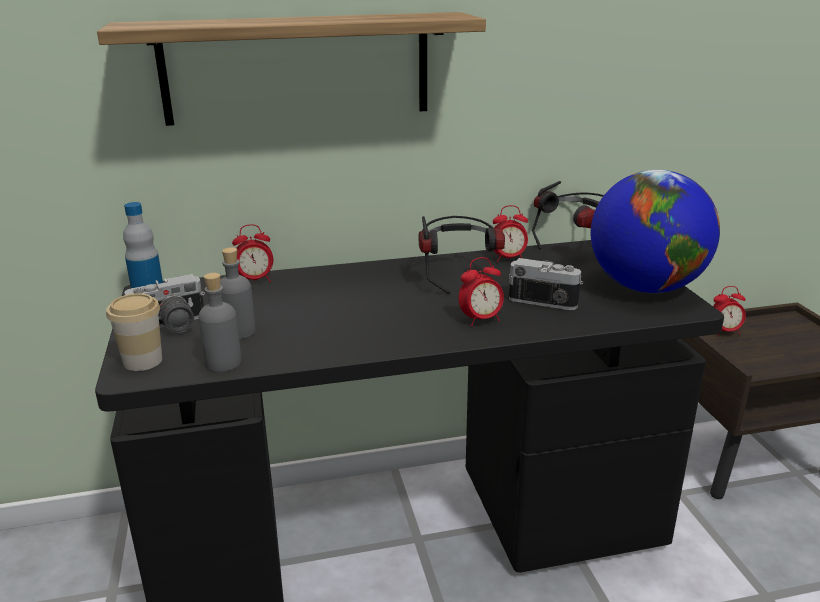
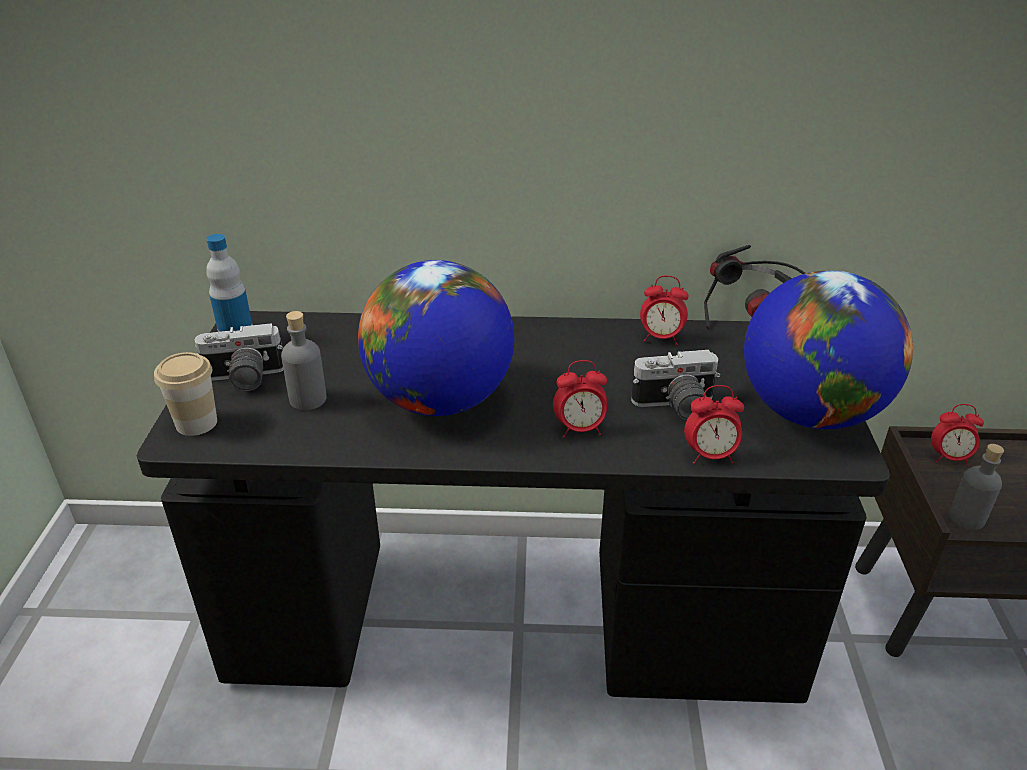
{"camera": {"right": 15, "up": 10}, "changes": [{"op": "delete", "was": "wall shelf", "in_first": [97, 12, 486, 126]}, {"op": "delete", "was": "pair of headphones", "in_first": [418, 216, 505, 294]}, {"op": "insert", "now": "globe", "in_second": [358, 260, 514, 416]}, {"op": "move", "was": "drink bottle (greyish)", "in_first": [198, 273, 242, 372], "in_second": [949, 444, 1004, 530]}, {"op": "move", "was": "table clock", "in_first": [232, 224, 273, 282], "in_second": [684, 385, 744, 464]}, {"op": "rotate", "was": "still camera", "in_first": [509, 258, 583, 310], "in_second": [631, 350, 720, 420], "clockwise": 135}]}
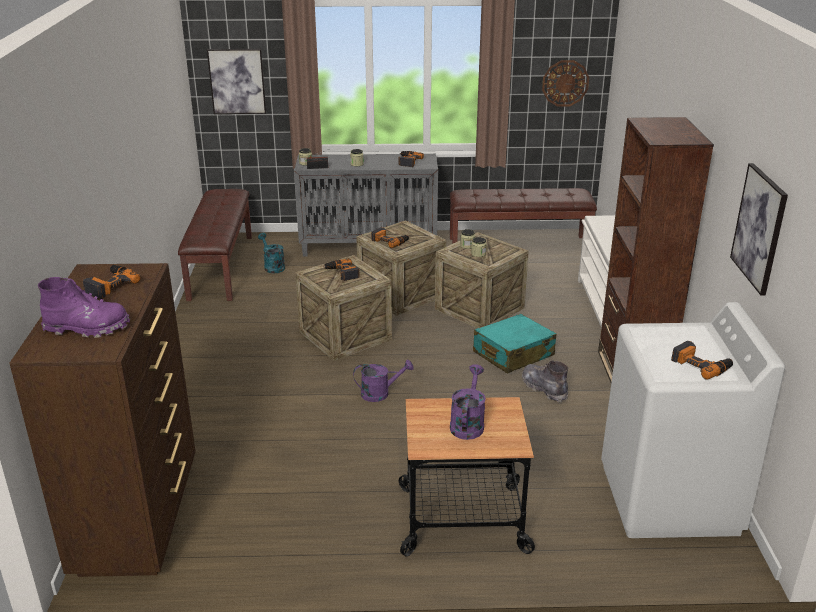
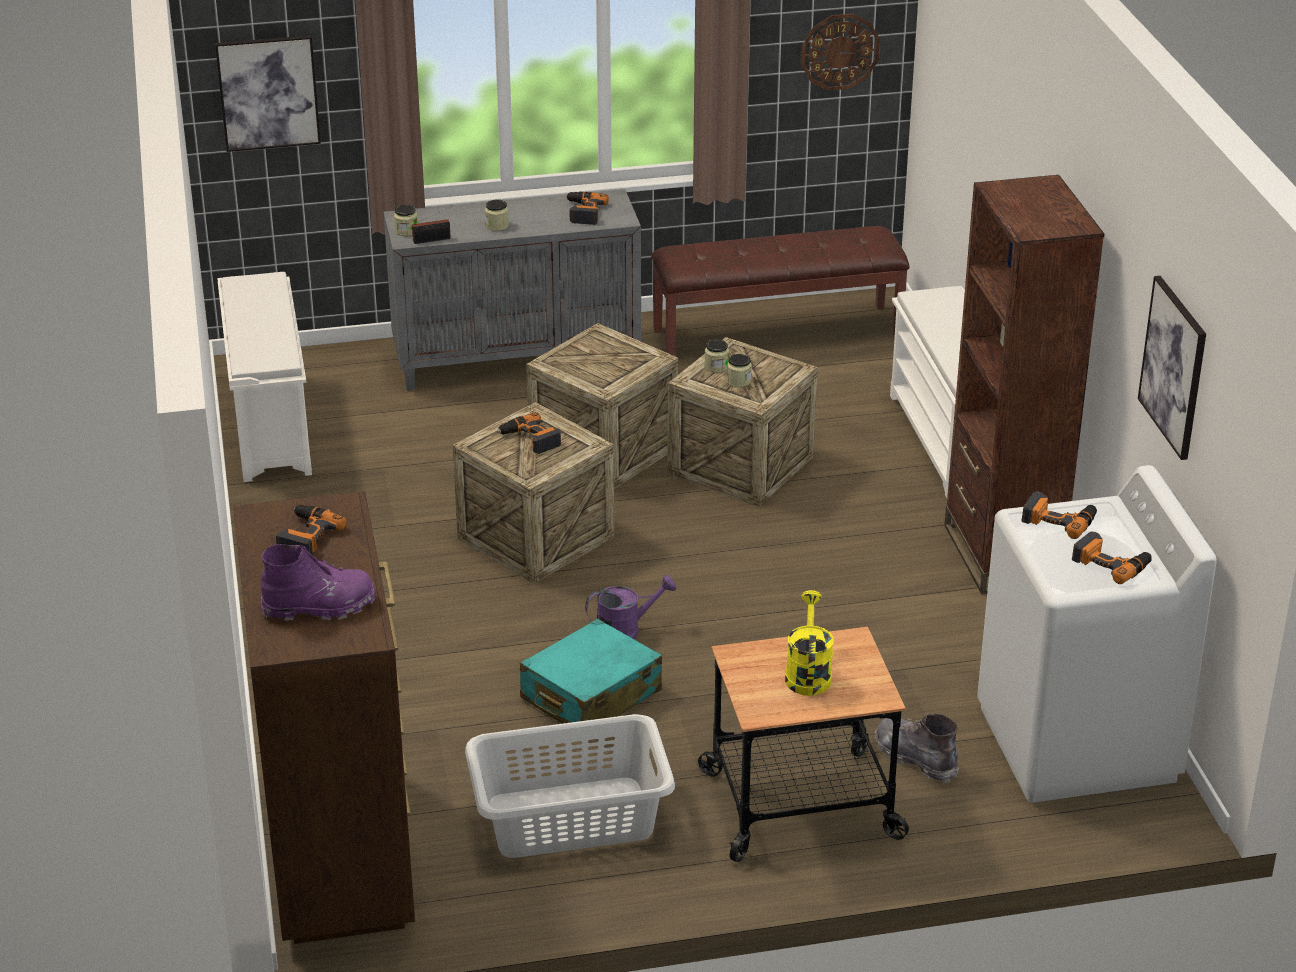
{"camera": {"right": -10, "up": 5}, "changes": [{"op": "delete", "was": "watering can (turquoise)", "in_first": [258, 233, 285, 273]}, {"op": "insert", "now": "washing basket (greyish)", "in_second": [465, 714, 675, 858]}, {"op": "move", "was": "drill", "in_first": [371, 227, 409, 248], "in_second": [1021, 492, 1097, 539]}, {"op": "move", "was": "piece of luggage (turquoise)", "in_first": [473, 314, 556, 373], "in_second": [520, 619, 662, 724]}, {"op": "move", "was": "boot (greyish)", "in_first": [522, 360, 568, 403], "in_second": [874, 713, 959, 783]}, {"op": "replace", "was": "long seat (brown)", "now": "shoe stand (white)", "in_first": [178, 189, 252, 301], "in_second": [217, 272, 312, 482]}, {"op": "recolor", "was": "watering can (purple-coloured)", "now": "watering can (yellowish)", "in_first": [450, 364, 486, 440], "in_second": [785, 590, 834, 696]}]}
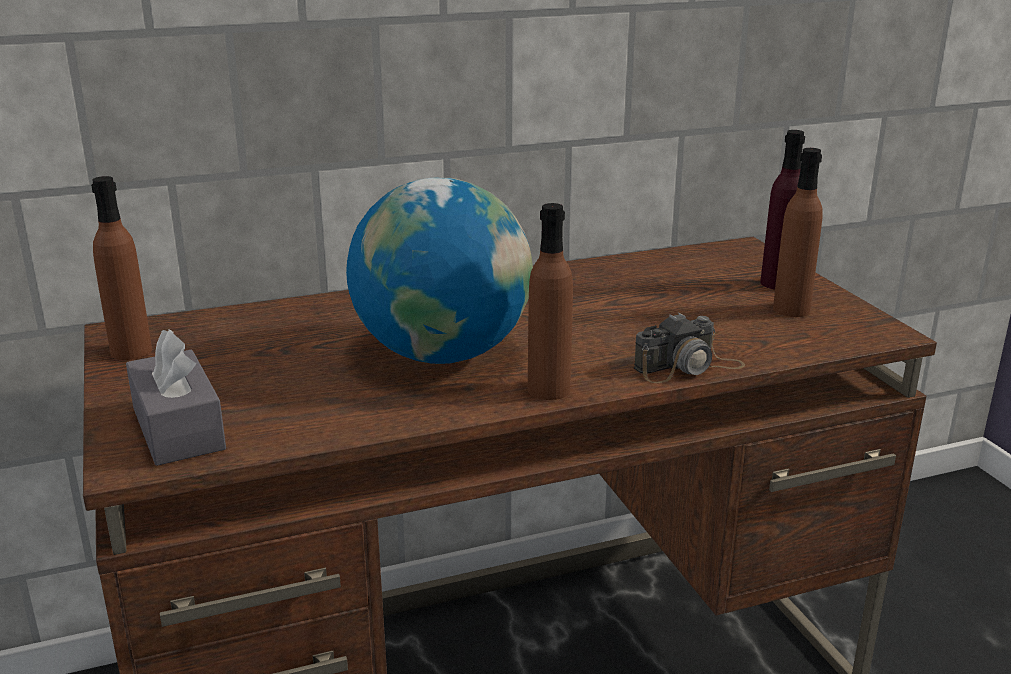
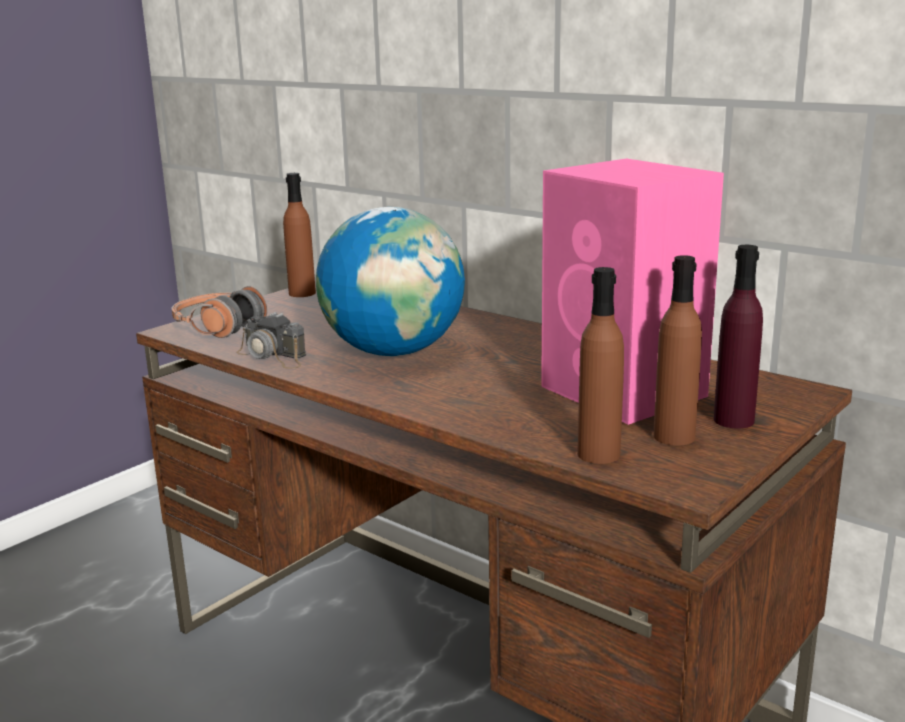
{"camera": {"right": 60, "up": -5}, "changes": [{"op": "insert", "now": "loudspeaker (pink)", "in_second": [541, 159, 724, 425]}, {"op": "move", "was": "drink bottle (brown)", "in_first": [528, 203, 573, 400], "in_second": [577, 267, 624, 464]}, {"op": "move", "was": "still camera", "in_first": [634, 313, 745, 383], "in_second": [236, 312, 306, 369]}, {"op": "replace", "was": "box of tissues (greyish)", "now": "pair of headphones", "in_first": [126, 329, 226, 466], "in_second": [172, 286, 267, 338]}]}
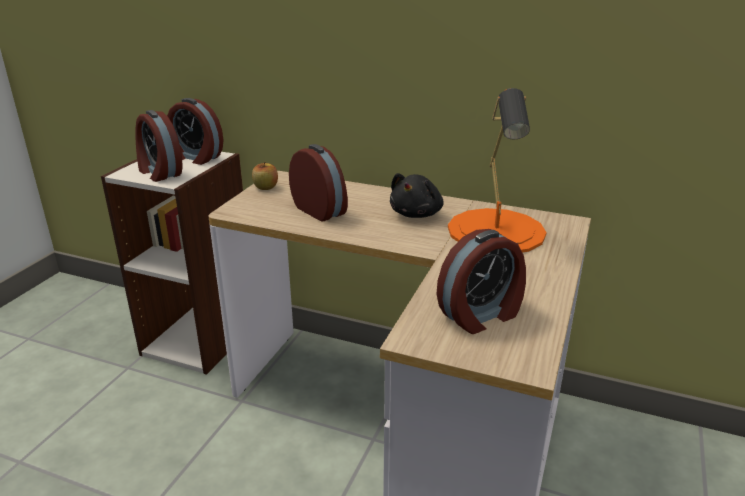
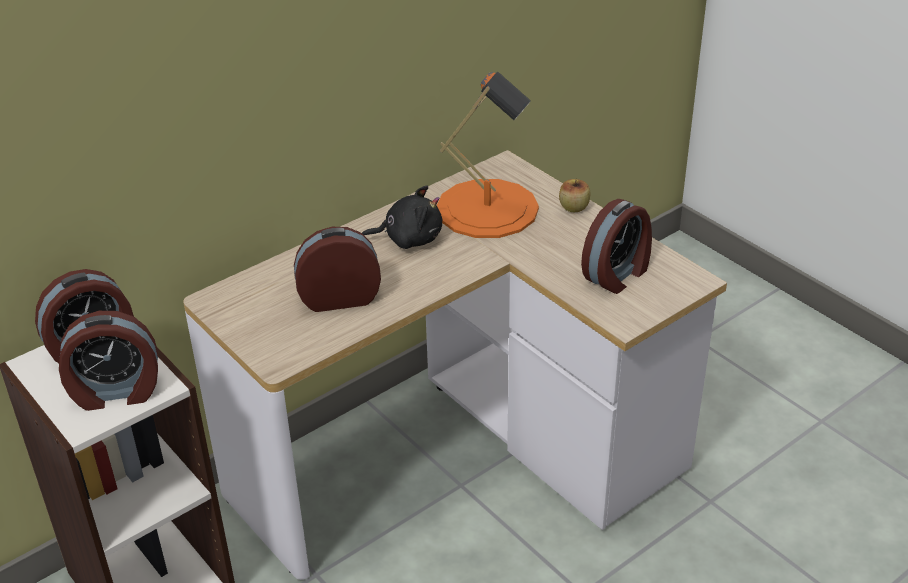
{"camera": {"right": -60, "up": 10}, "changes": [{"op": "move", "was": "apple fruit", "in_first": [252, 162, 278, 190], "in_second": [559, 178, 590, 212]}, {"op": "rotate", "was": "soft toy (black-coloured)", "in_first": [390, 173, 444, 218], "in_second": [362, 185, 442, 249], "clockwise": -60}, {"op": "rotate", "was": "table clock", "in_first": [437, 229, 526, 334], "in_second": [581, 199, 652, 294], "clockwise": 45}]}
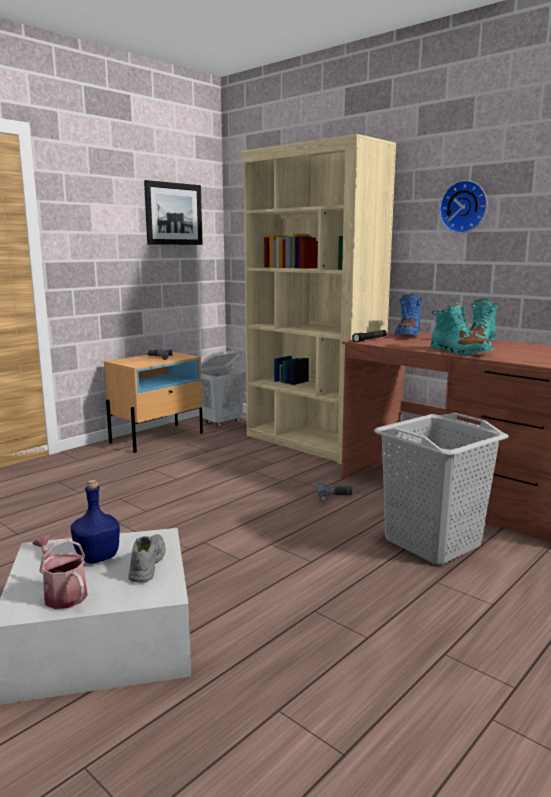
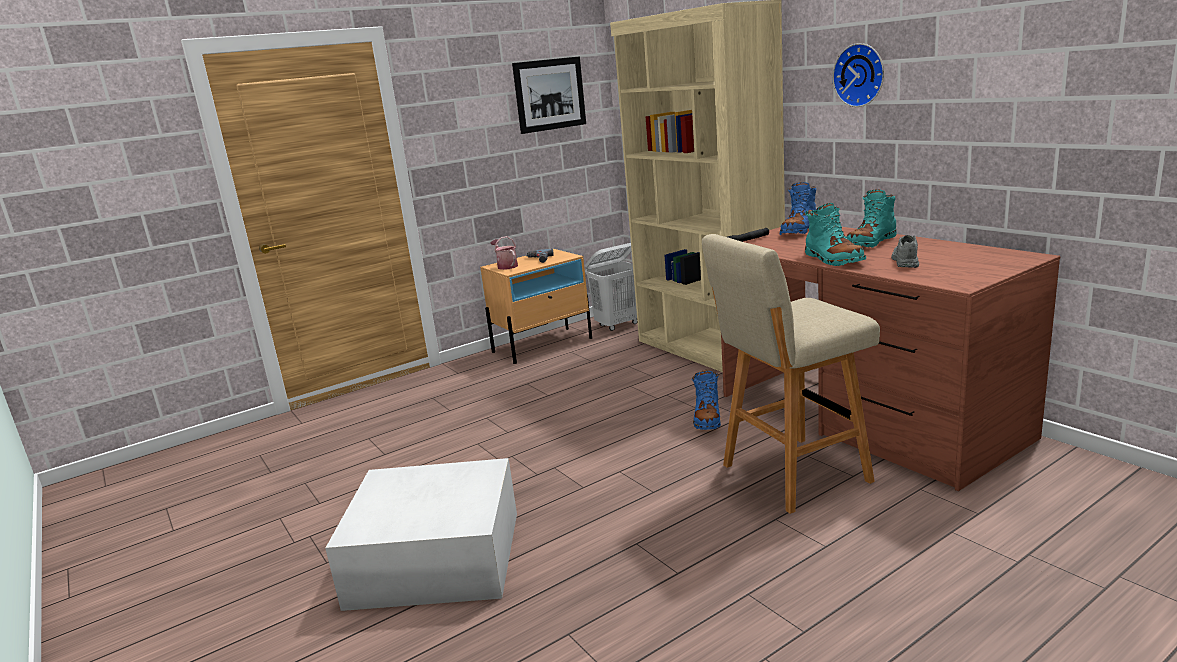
{"camera": {"right": 15, "up": 5}, "changes": [{"op": "delete", "was": "drink bottle (bluish)", "in_first": [71, 480, 120, 564]}, {"op": "move", "was": "watering can", "in_first": [32, 535, 88, 609], "in_second": [491, 236, 518, 270]}, {"op": "move", "was": "item of footwear (greyish)", "in_first": [128, 534, 166, 583], "in_second": [891, 235, 919, 268]}, {"op": "replace", "was": "drill", "now": "boot (bluish)", "in_first": [317, 483, 352, 502], "in_second": [692, 369, 721, 430]}, {"op": "replace", "was": "washing basket (greyish)", "now": "sitting stool (beige-coloured)", "in_first": [373, 413, 509, 565], "in_second": [702, 234, 880, 514]}]}
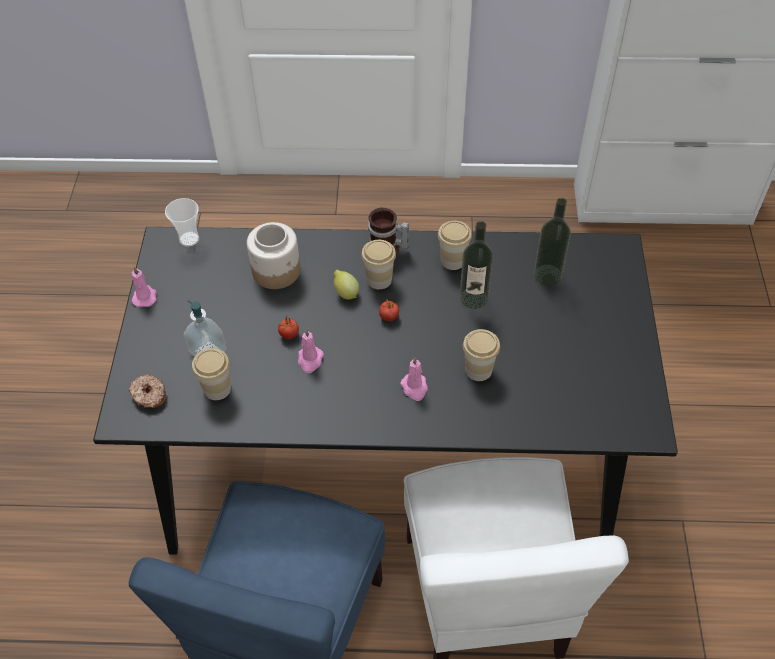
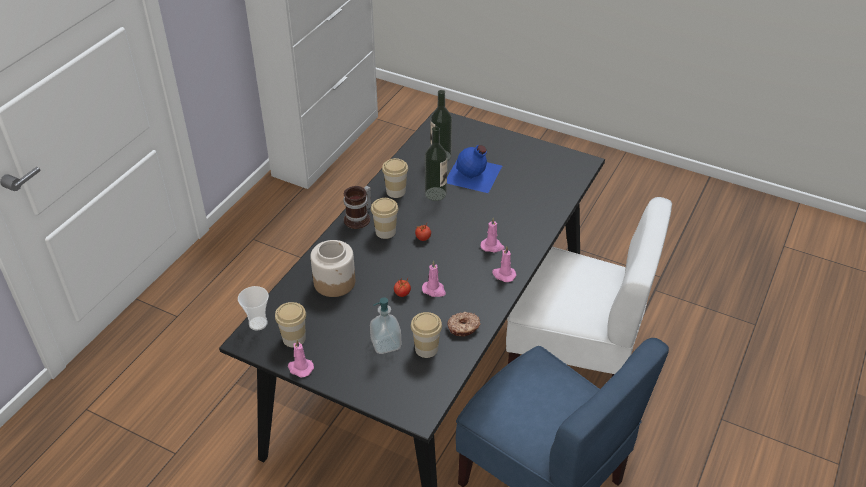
{"camera": {"right": -65, "up": -10}, "changes": [{"op": "delete", "was": "whole lemon", "in_first": [333, 270, 359, 300]}, {"op": "insert", "now": "drink bottle (bluish)", "in_second": [447, 145, 502, 193]}, {"op": "insert", "now": "candle (pink)", "in_second": [492, 247, 517, 282]}, {"op": "move", "was": "ring doughnut", "in_first": [129, 375, 166, 408], "in_second": [447, 312, 481, 337]}, {"op": "move", "was": "drinking cup", "in_first": [463, 329, 500, 381], "in_second": [275, 302, 306, 347]}]}
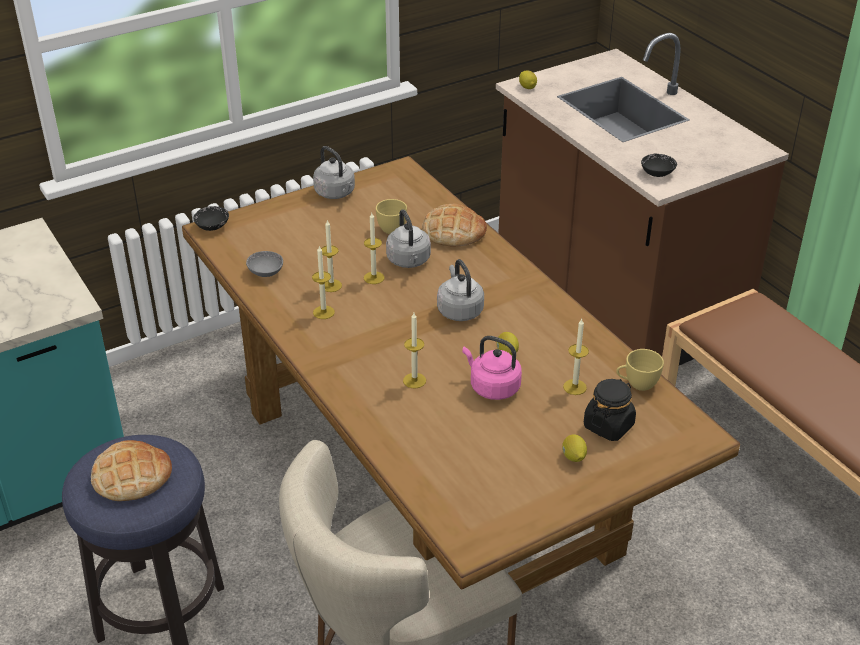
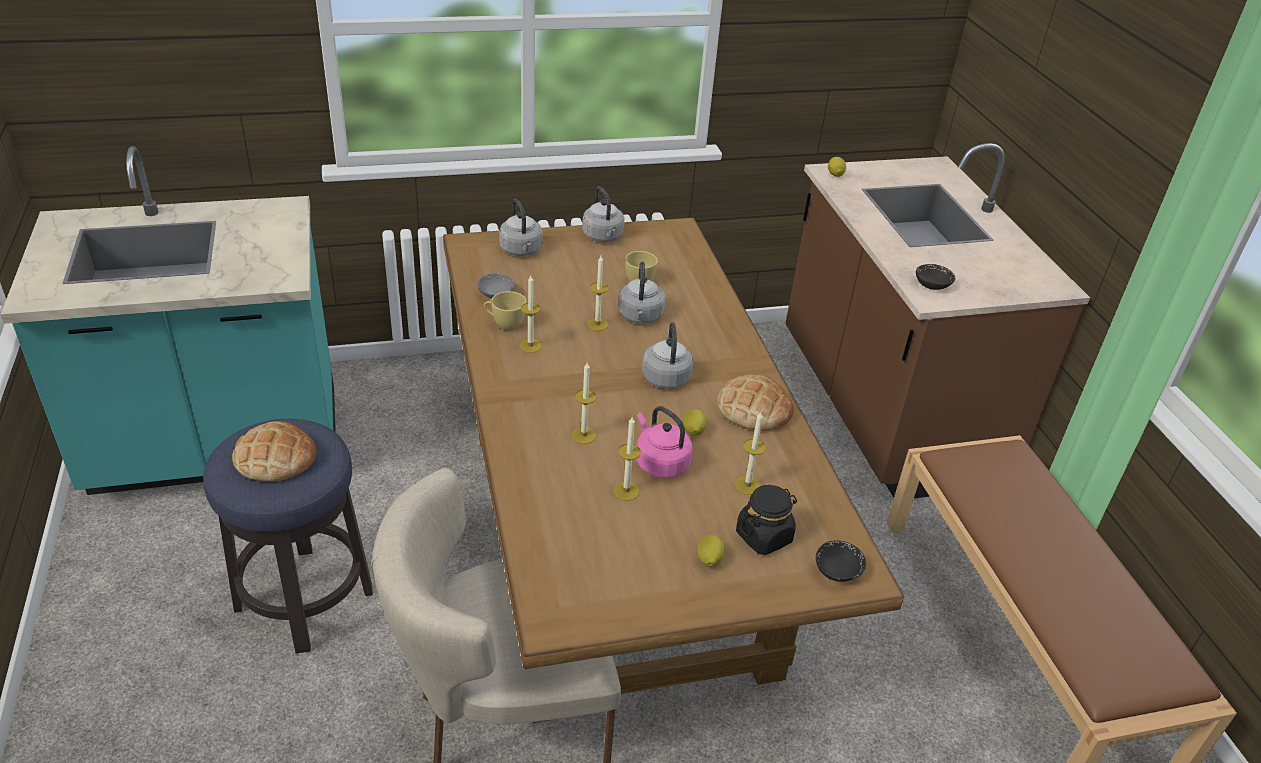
{"camera": {"right": 15, "up": 0}, "changes": [{"op": "insert", "now": "kettle (greyish)", "in_second": [499, 199, 543, 256]}, {"op": "move", "was": "deep dish (black-coloured)", "in_first": [193, 206, 229, 231], "in_second": [816, 541, 866, 582]}, {"op": "move", "was": "candle", "in_first": [321, 219, 342, 292], "in_second": [613, 416, 641, 501]}, {"op": "move", "was": "bakery bread", "in_first": [422, 203, 487, 246], "in_second": [717, 375, 794, 431]}, {"op": "move", "was": "drinking cup (yellowish)", "in_first": [616, 349, 664, 391], "in_second": [484, 291, 527, 331]}]}
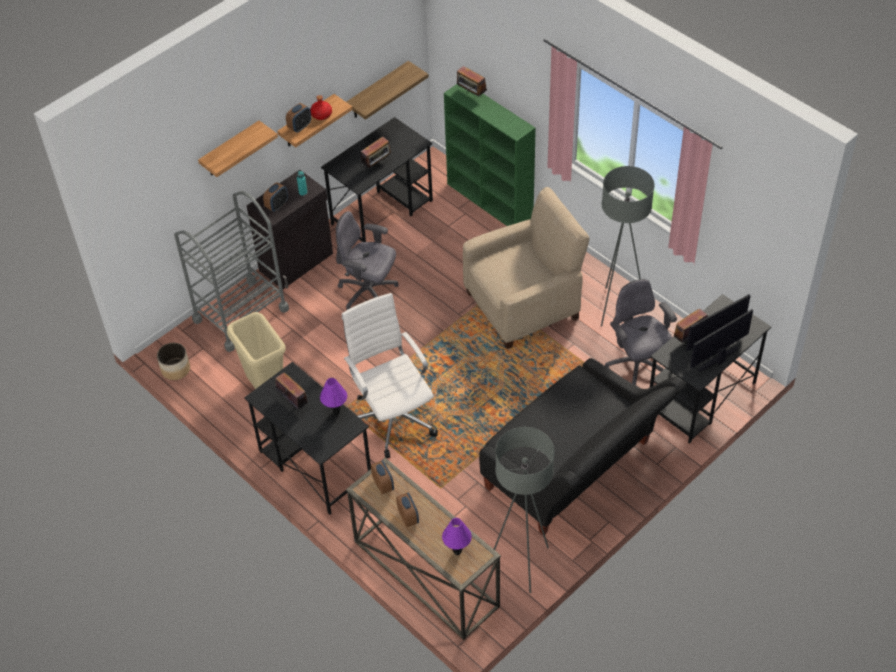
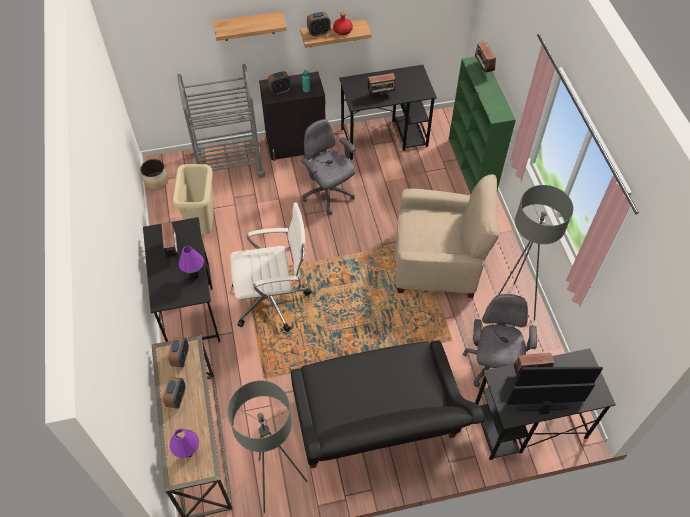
{"camera": {"right": 30, "up": 5}, "changes": [{"op": "delete", "was": "wall shelf", "in_first": [347, 61, 429, 120]}, {"op": "rotate", "was": "computer chair (white)", "in_first": [342, 293, 438, 458], "in_second": [230, 202, 312, 332], "clockwise": 75}]}
